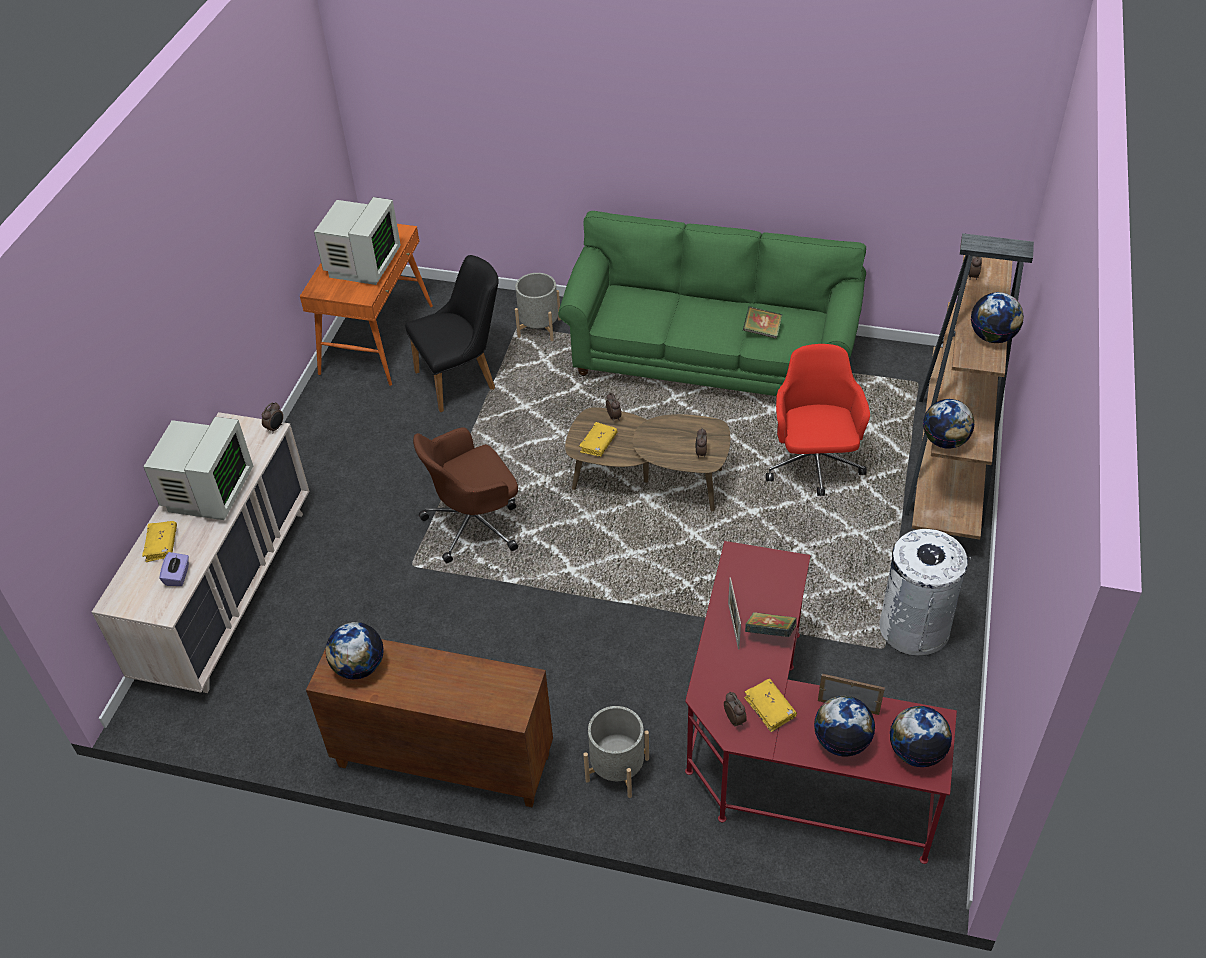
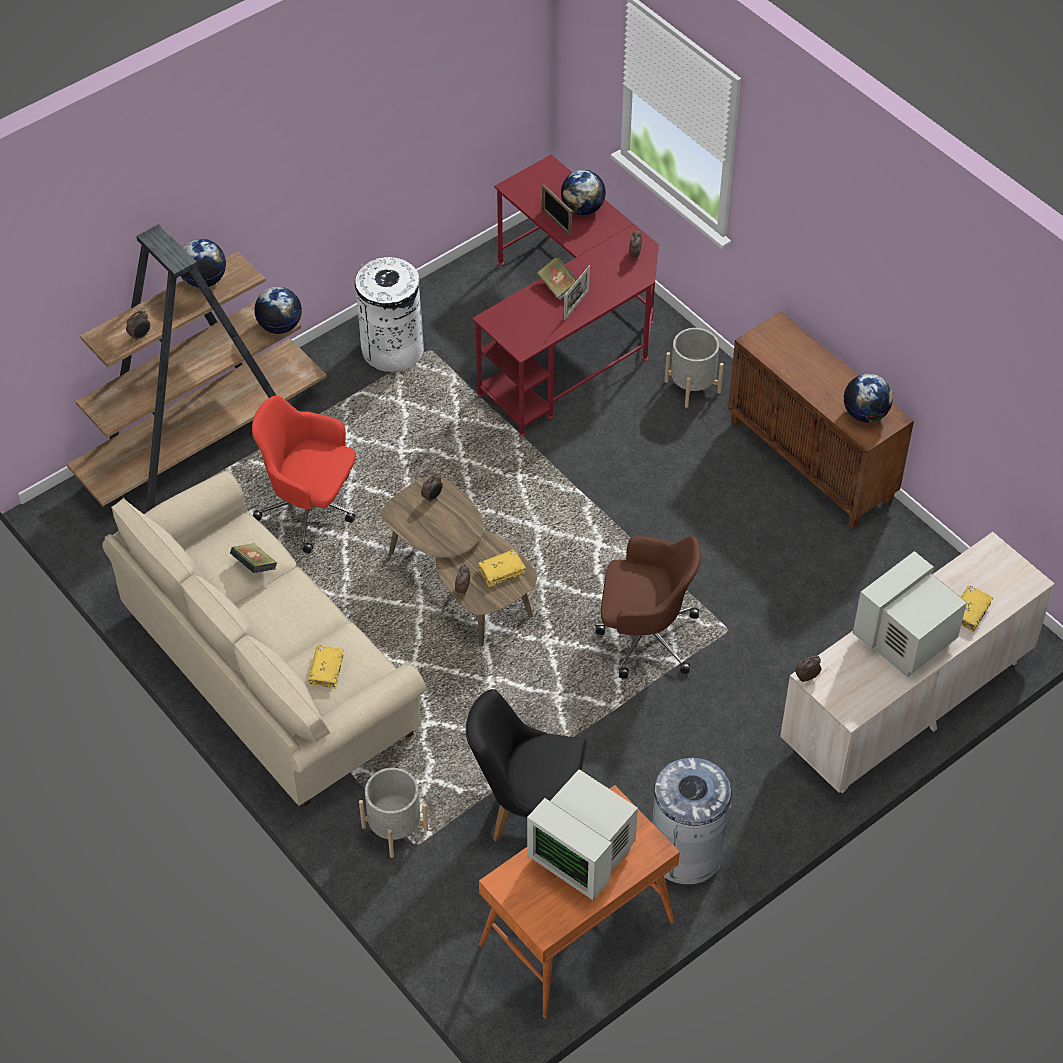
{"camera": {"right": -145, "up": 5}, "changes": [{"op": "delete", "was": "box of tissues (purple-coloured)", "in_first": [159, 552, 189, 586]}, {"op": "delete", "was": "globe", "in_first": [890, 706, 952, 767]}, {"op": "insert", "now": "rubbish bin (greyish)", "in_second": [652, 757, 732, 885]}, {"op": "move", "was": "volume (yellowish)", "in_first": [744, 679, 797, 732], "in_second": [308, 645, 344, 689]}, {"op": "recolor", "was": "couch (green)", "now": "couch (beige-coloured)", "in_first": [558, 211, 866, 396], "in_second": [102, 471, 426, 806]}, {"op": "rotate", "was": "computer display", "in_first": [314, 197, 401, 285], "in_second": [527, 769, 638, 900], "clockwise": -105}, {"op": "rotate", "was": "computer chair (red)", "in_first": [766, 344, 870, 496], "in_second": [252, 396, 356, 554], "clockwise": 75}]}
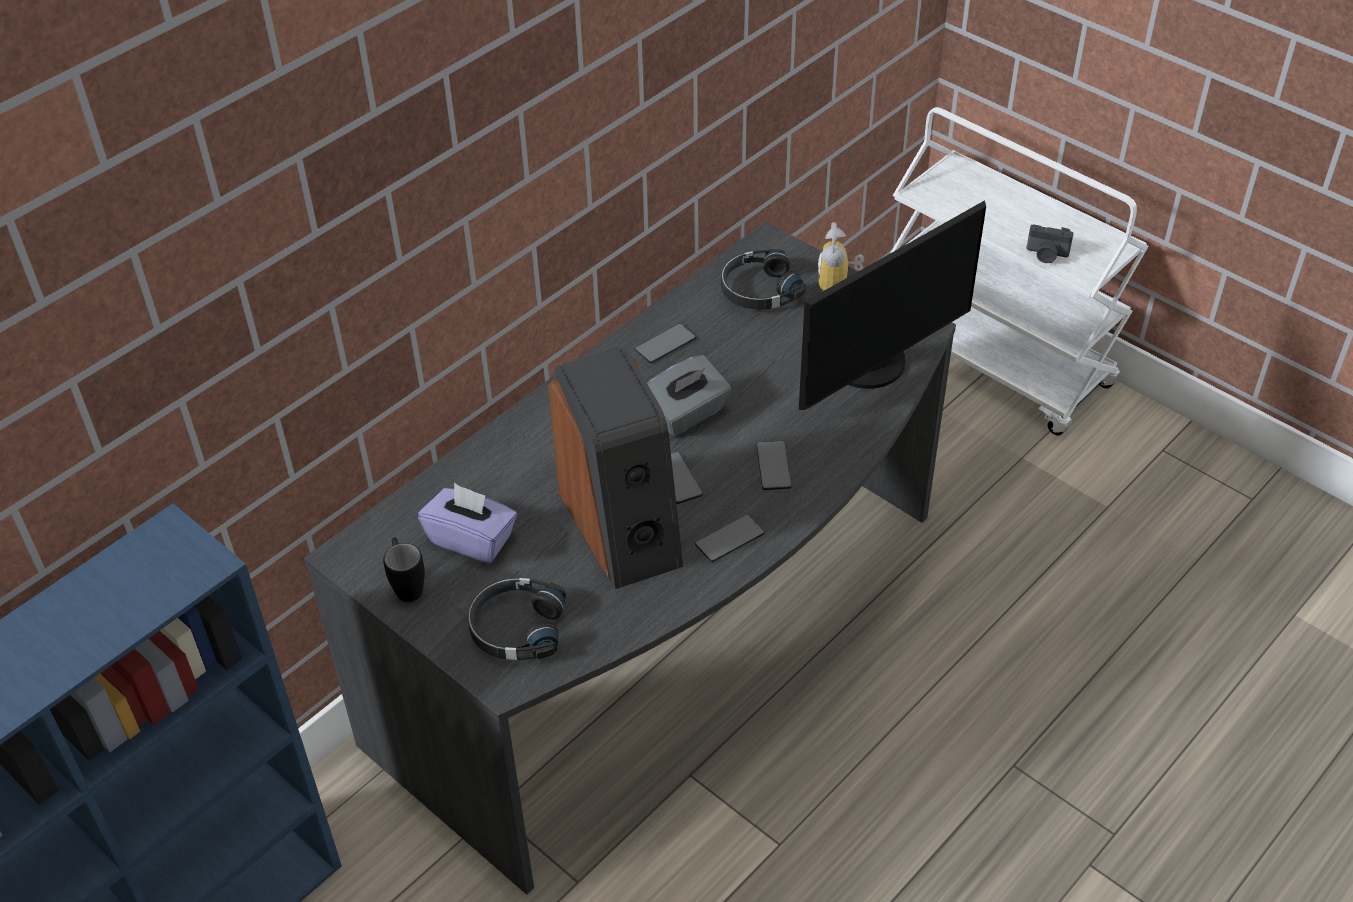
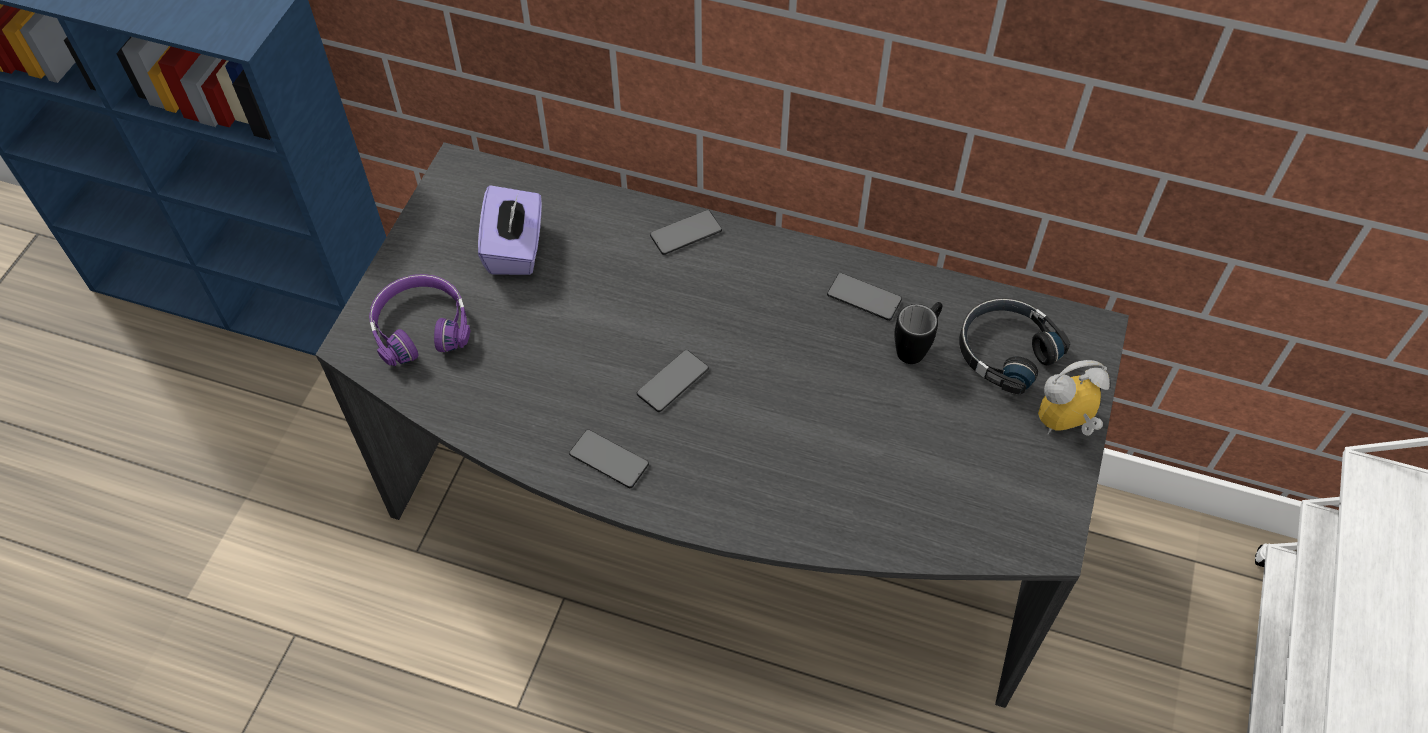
{"camera": {"right": 65, "up": 10}, "changes": [{"op": "delete", "was": "loudspeaker", "in_first": [548, 346, 683, 589]}, {"op": "delete", "was": "box of tissues (greyish)", "in_first": [647, 355, 731, 436]}, {"op": "delete", "was": "computer display", "in_first": [799, 200, 986, 410]}, {"op": "delete", "was": "still camera", "in_first": [1026, 224, 1074, 263]}, {"op": "move", "was": "coffee mug (black-coloured)", "in_first": [383, 537, 425, 602], "in_second": [894, 302, 942, 364]}, {"op": "move", "was": "phone", "in_first": [756, 441, 792, 490], "in_second": [650, 210, 722, 255]}, {"op": "recolor", "was": "pair of headphones (black-coloured)", "now": "pair of headphones (purple-coloured)", "in_first": [468, 578, 566, 660], "in_second": [369, 274, 471, 366]}]}
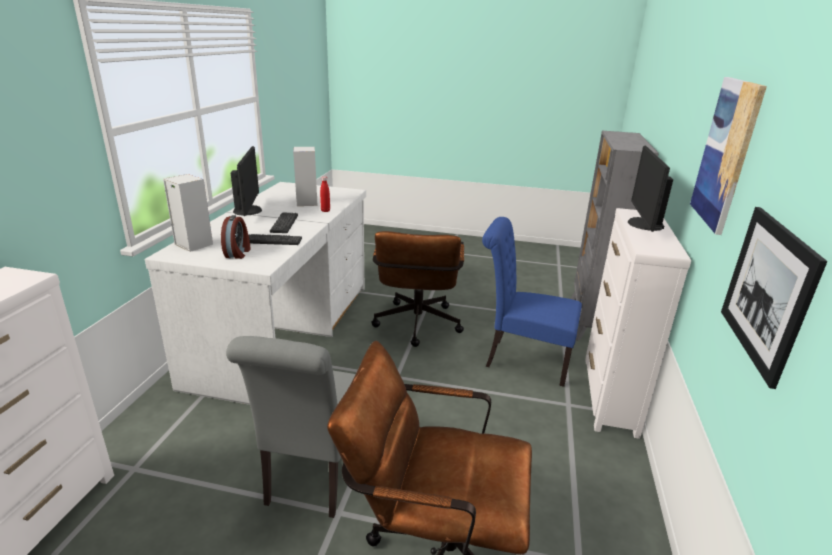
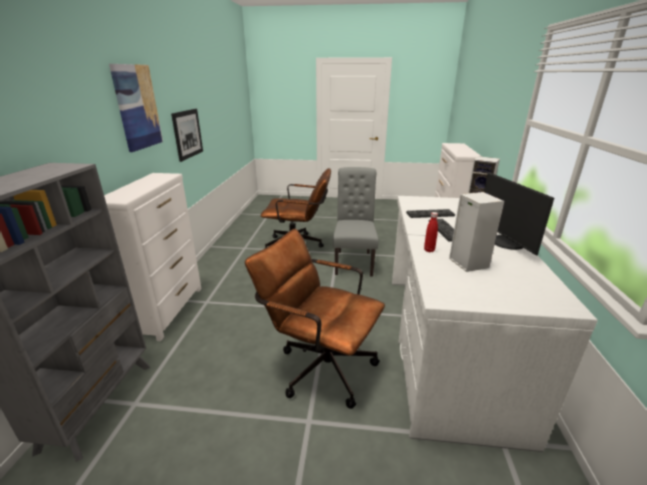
{"camera": {"right": 175, "up": 0}, "changes": [{"op": "delete", "was": "table clock", "in_first": [221, 215, 251, 259]}, {"op": "delete", "was": "upright chair (bluish)", "in_first": [482, 217, 582, 387]}, {"op": "delete", "was": "computer display", "in_first": [628, 146, 673, 232]}, {"op": "rotate", "was": "computer chair (brown)", "in_first": [371, 231, 464, 347], "in_second": [245, 229, 385, 409], "clockwise": -60}]}
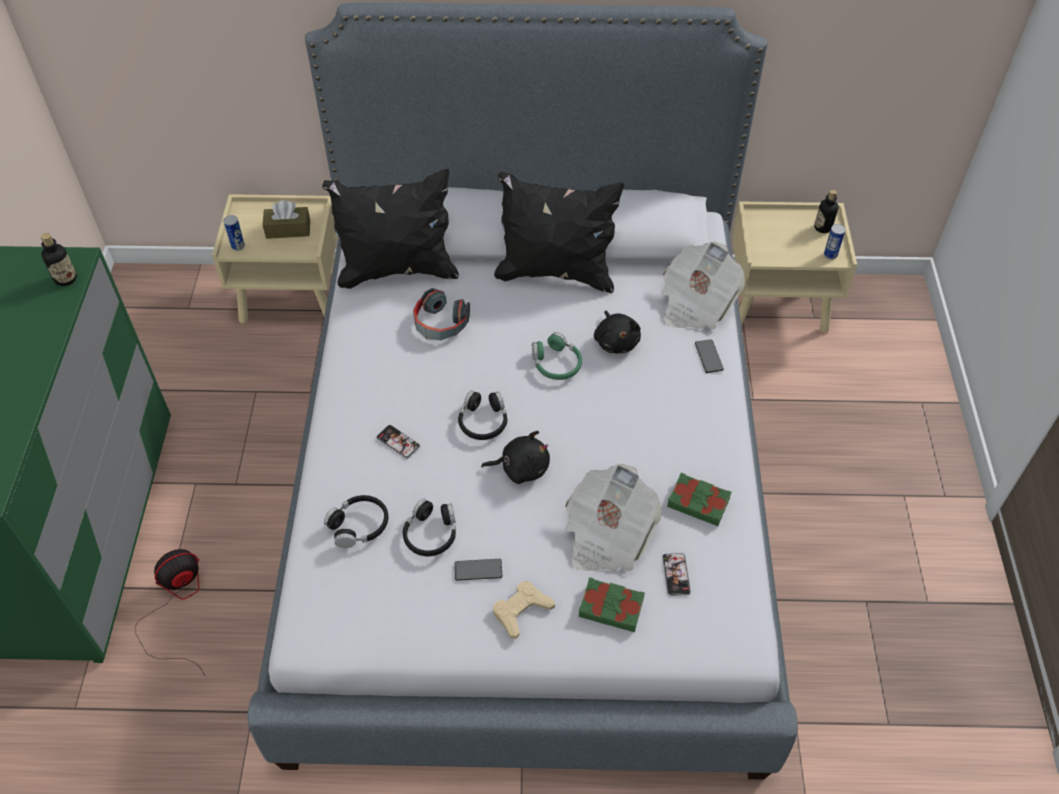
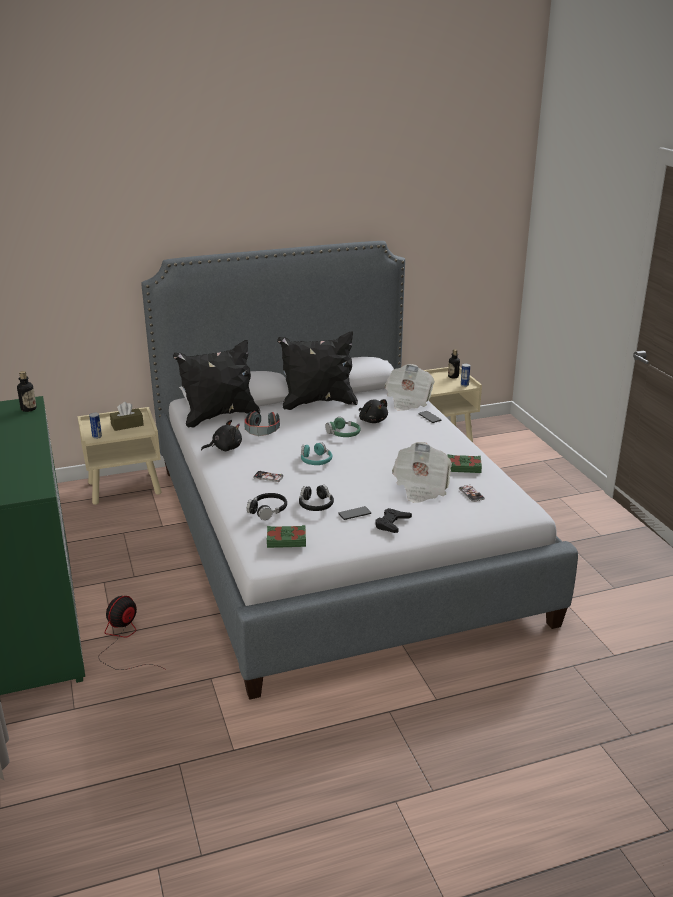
{"camera": {"right": -20, "up": -25}, "changes": [{"op": "move", "was": "soft toy (black-coloured)", "in_first": [481, 431, 550, 484], "in_second": [201, 420, 242, 451]}, {"op": "move", "was": "volume (green)", "in_first": [579, 577, 645, 632], "in_second": [266, 525, 306, 548]}, {"op": "recolor", "was": "pair of headphones (black-coloured)", "now": "pair of headphones (turquoise)", "in_first": [458, 390, 507, 440], "in_second": [301, 442, 332, 465]}, {"op": "recolor", "was": "game controller (beige-coloured)", "now": "game controller (black-coloured)", "in_first": [493, 581, 555, 639], "in_second": [375, 508, 412, 533]}]}
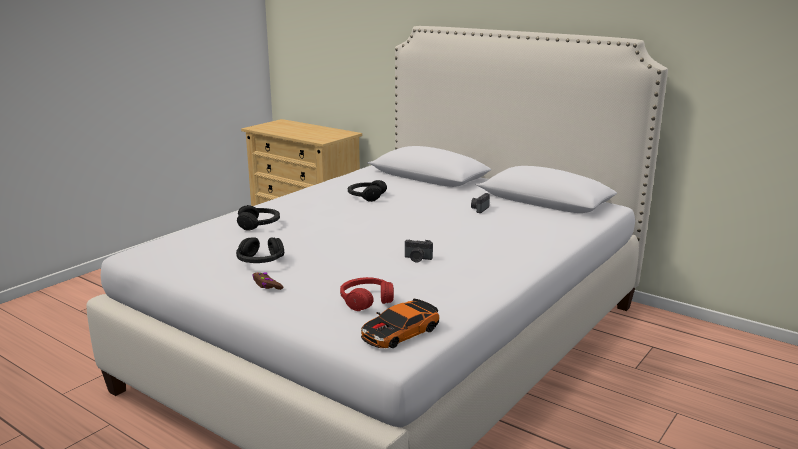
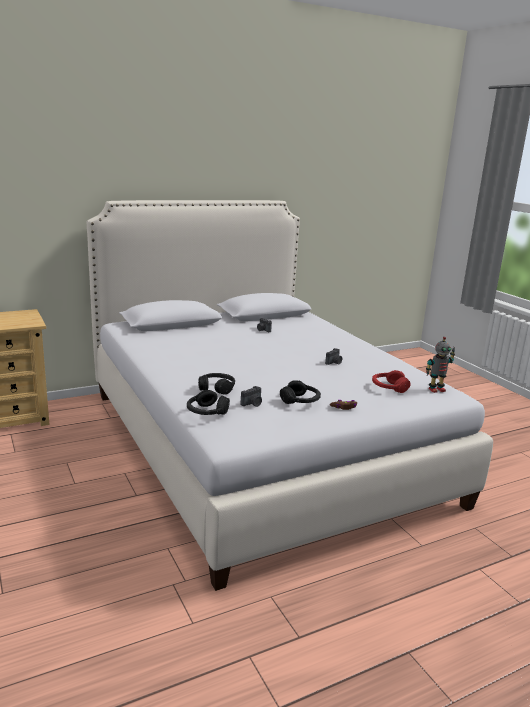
{"camera": {"right": -65, "up": 0}, "changes": [{"op": "insert", "now": "still camera", "in_second": [241, 386, 262, 407]}, {"op": "move", "was": "pair of headphones (black-coloured)", "in_first": [348, 180, 387, 202], "in_second": [187, 390, 230, 415]}, {"op": "replace", "was": "toy car", "now": "robot figure", "in_first": [361, 298, 439, 348], "in_second": [426, 337, 455, 393]}]}
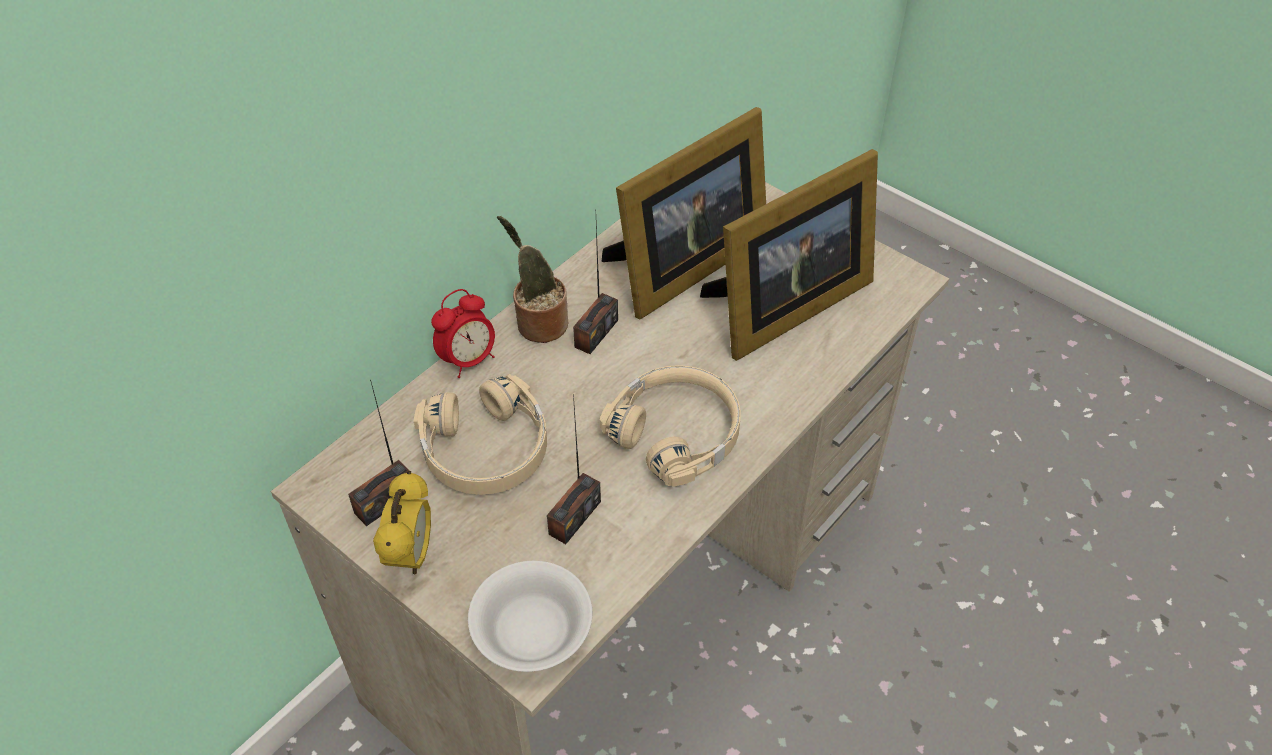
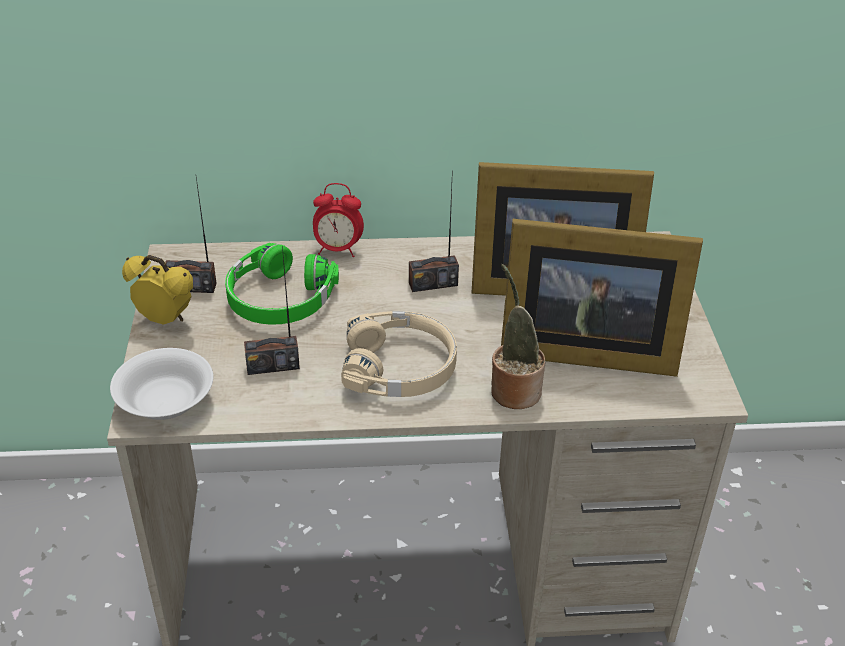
{"camera": {"right": 45, "up": -10}, "changes": [{"op": "move", "was": "houseplant", "in_first": [497, 216, 568, 343], "in_second": [491, 264, 545, 409]}, {"op": "recolor", "was": "pair of headphones (beige-coloured)", "now": "pair of headphones (green)", "in_first": [414, 374, 547, 495], "in_second": [225, 243, 339, 325]}, {"op": "rotate", "was": "table clock", "in_first": [373, 471, 431, 575], "in_second": [122, 255, 193, 325], "clockwise": -120}]}
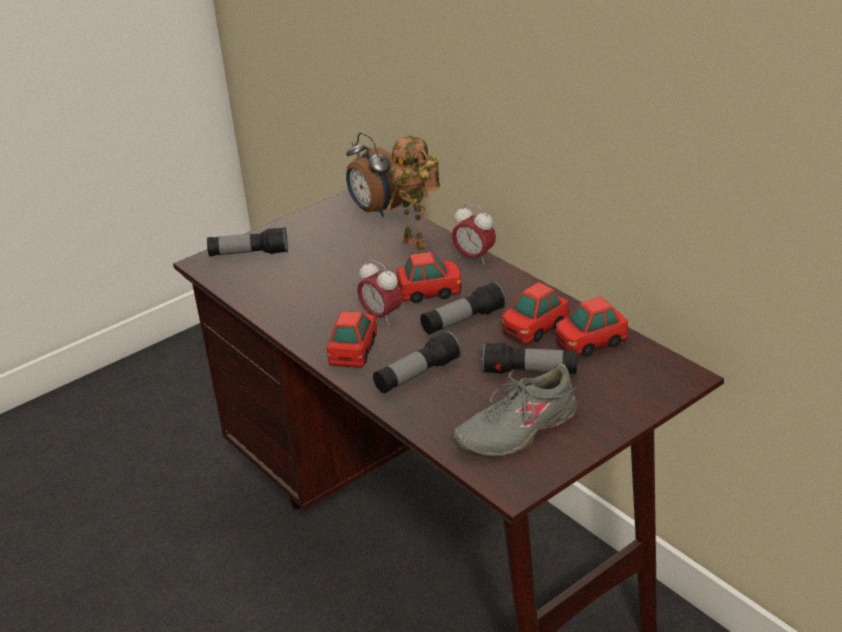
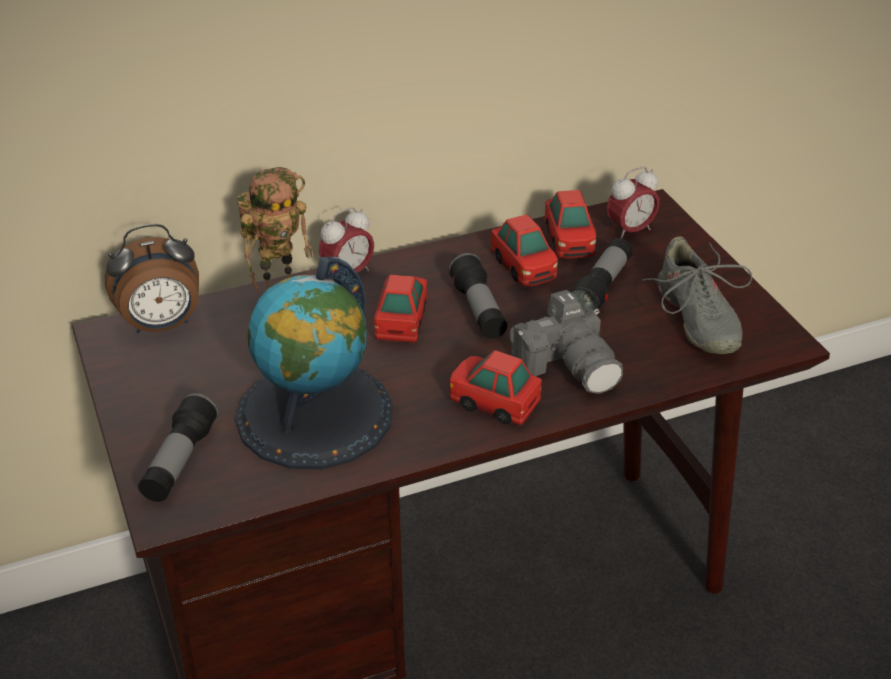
{"camera": {"right": -75, "up": 5}, "changes": [{"op": "insert", "now": "globe", "in_second": [235, 257, 393, 469]}, {"op": "move", "was": "table clock", "in_first": [357, 260, 402, 326], "in_second": [607, 167, 660, 239]}, {"op": "replace", "was": "torch", "now": "still camera", "in_first": [373, 330, 462, 393], "in_second": [509, 290, 623, 394]}]}
